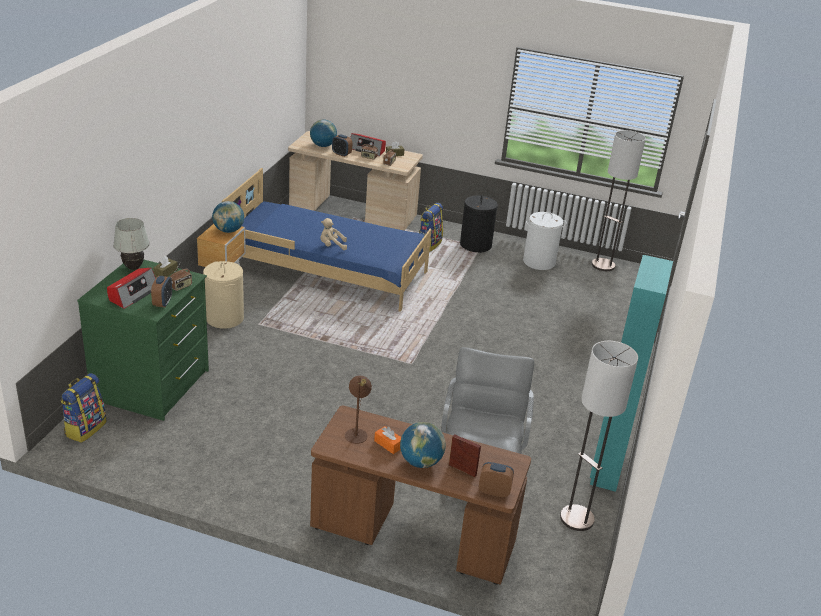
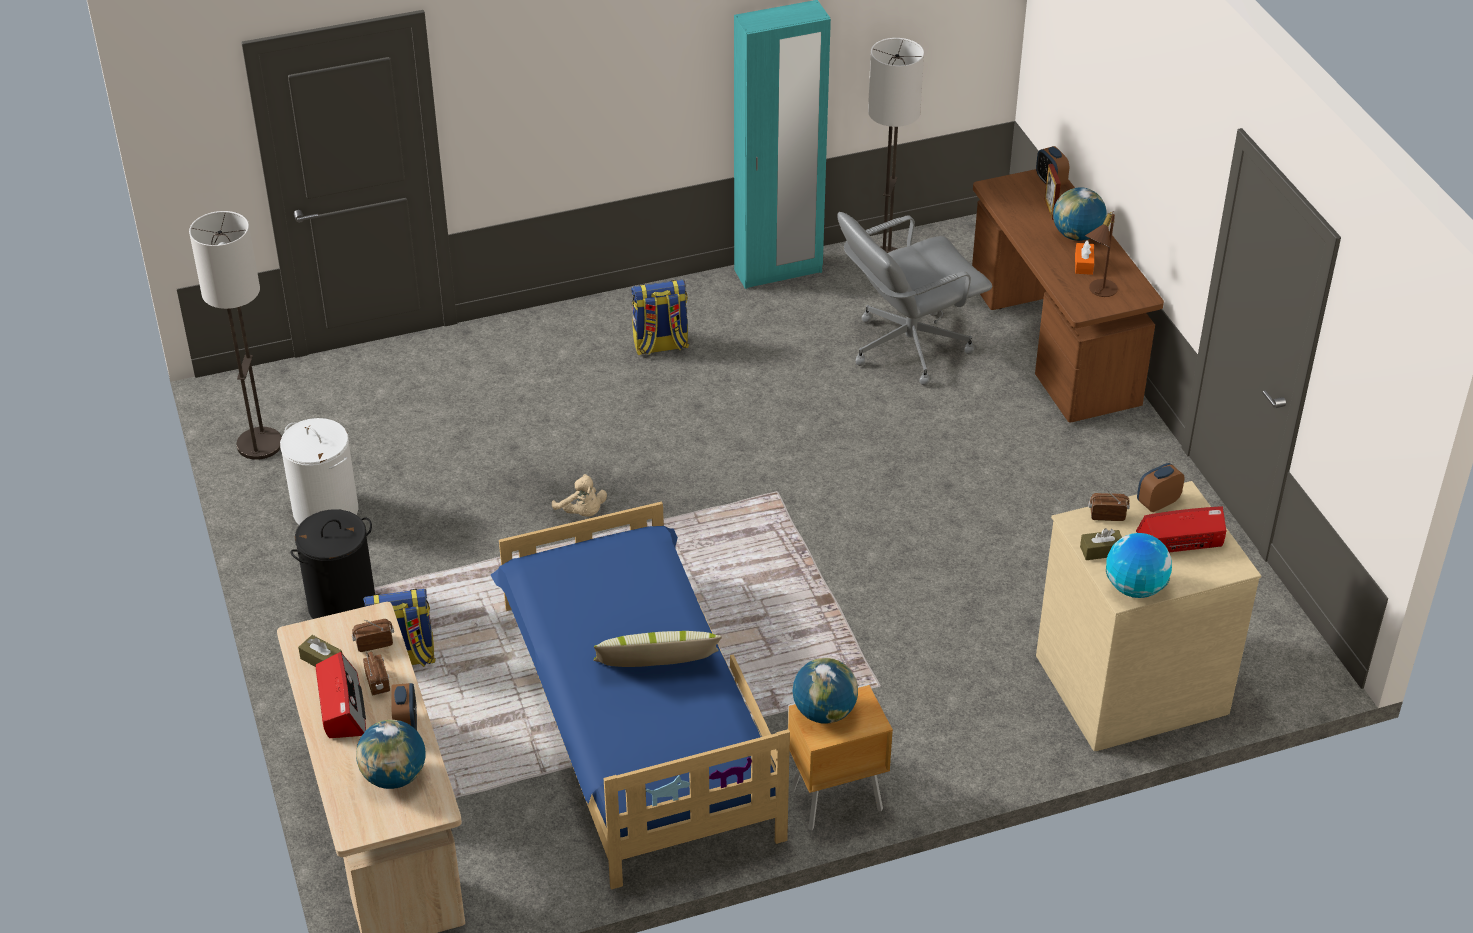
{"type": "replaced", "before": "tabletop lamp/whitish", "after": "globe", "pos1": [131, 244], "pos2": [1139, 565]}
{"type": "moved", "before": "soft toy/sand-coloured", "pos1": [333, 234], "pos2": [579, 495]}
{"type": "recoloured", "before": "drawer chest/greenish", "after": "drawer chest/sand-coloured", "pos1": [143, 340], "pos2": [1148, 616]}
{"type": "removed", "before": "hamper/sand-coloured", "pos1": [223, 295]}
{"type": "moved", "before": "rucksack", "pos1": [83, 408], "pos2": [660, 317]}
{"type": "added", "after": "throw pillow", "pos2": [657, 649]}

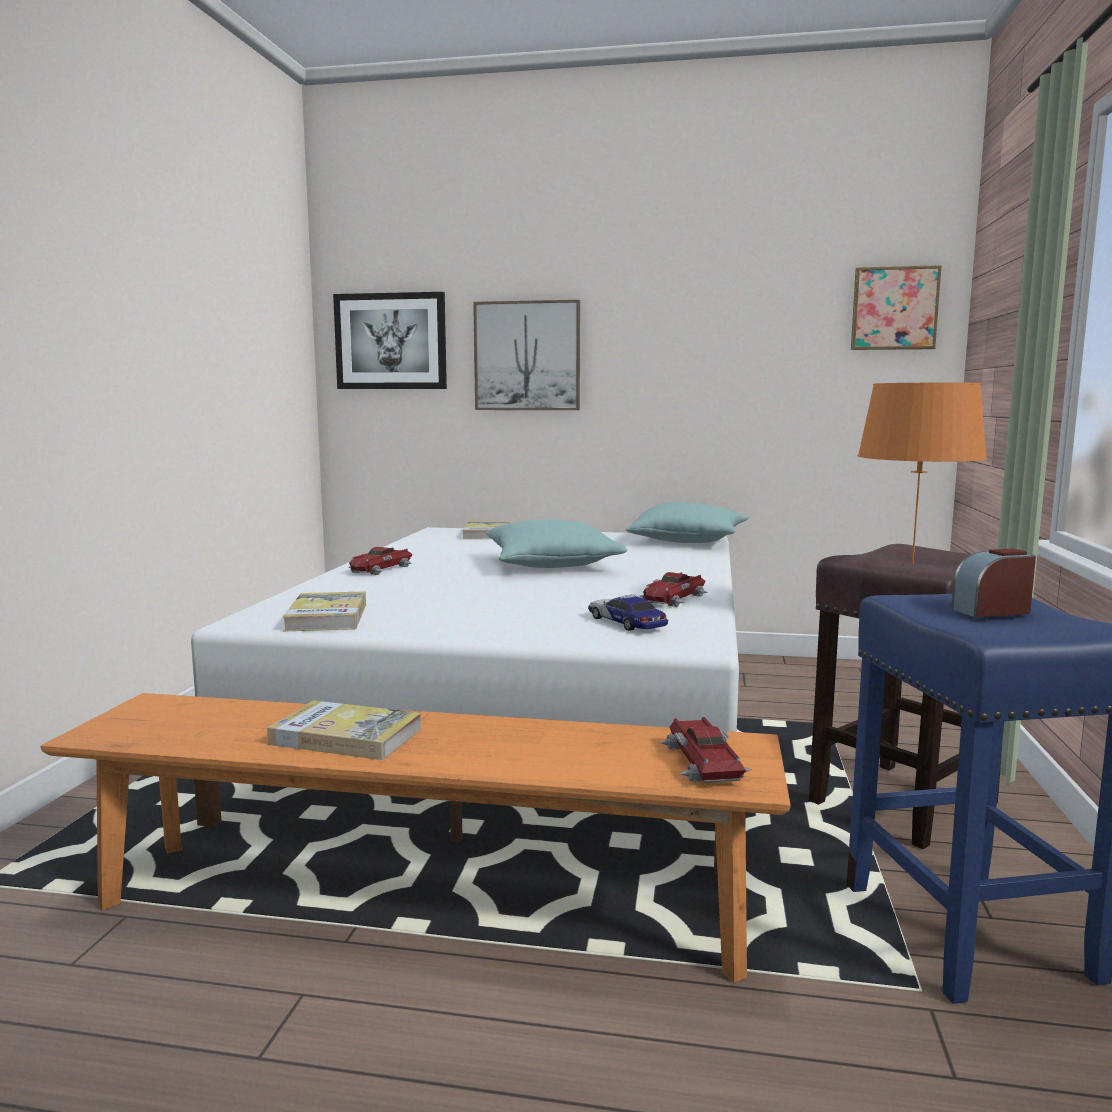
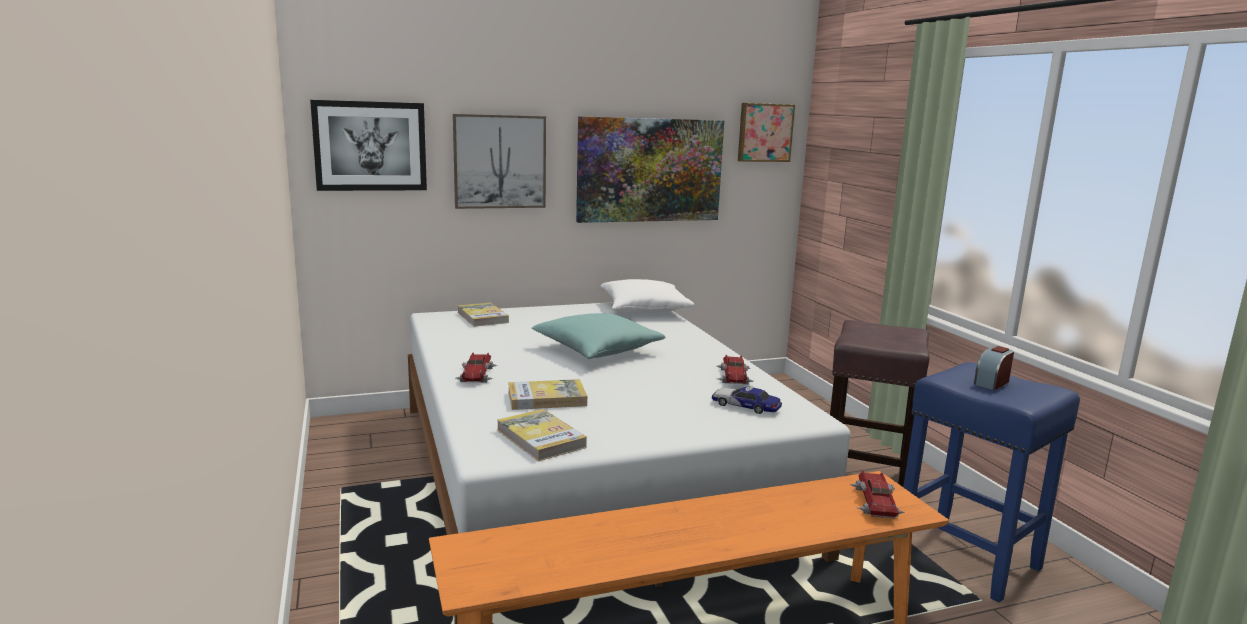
{"type": "removed", "before": "tabletop lamp/orangey", "pos1": [922, 473]}
{"type": "recoloured", "before": "throw pillow/blue-green", "after": "throw pillow/whitish", "pos1": [687, 522], "pos2": [647, 296]}
{"type": "moved", "before": "book", "pos1": [344, 730], "pos2": [547, 394]}
{"type": "turned", "before": "toy car", "pos1": [706, 750], "pos2": [877, 495], "turn": 45}
{"type": "added", "after": "wall art", "pos2": [650, 169]}

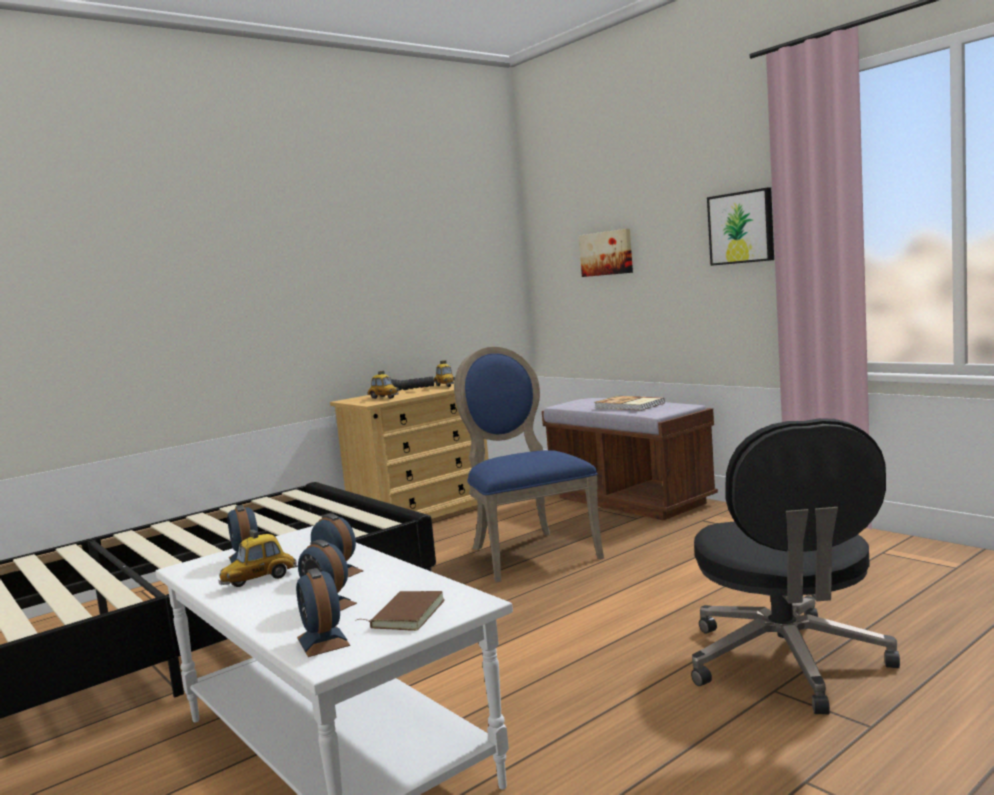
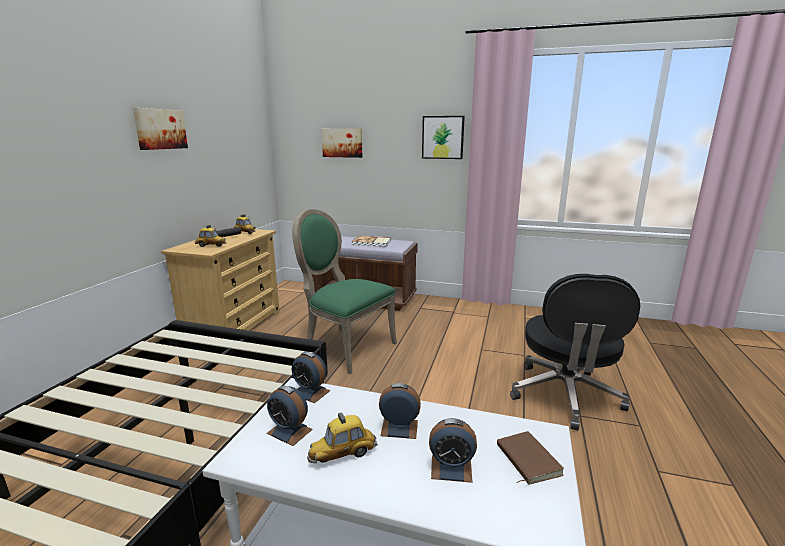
{"type": "recoloured", "before": "plain chair/bluish", "after": "plain chair/greenish", "pos1": [529, 465], "pos2": [344, 291]}
{"type": "turned", "before": "desk chair/black", "pos1": [795, 566], "pos2": [575, 352], "turn": 45}
{"type": "turned", "before": "toy car", "pos1": [258, 558], "pos2": [342, 437], "turn": 45}
{"type": "moved", "before": "table clock", "pos1": [323, 612], "pos2": [311, 377]}
{"type": "added", "after": "wall art", "pos2": [160, 129]}

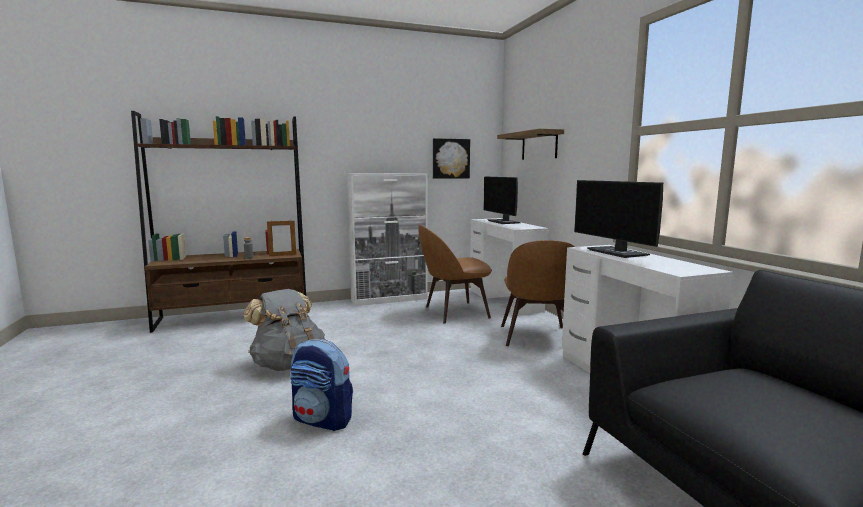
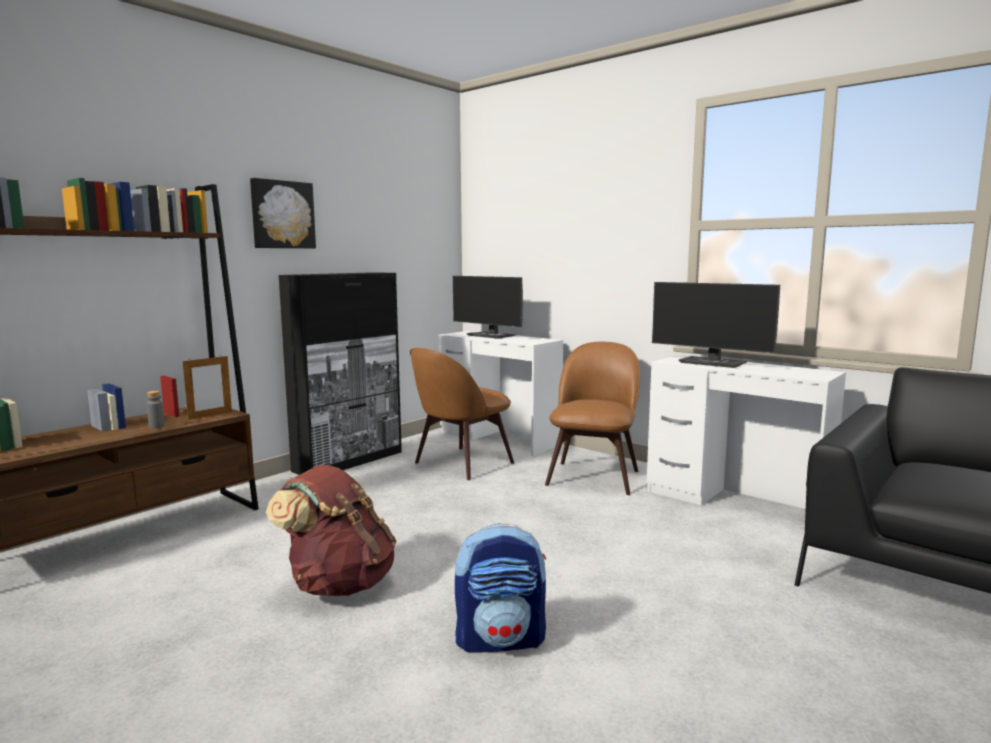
{"type": "removed", "before": "shelf", "pos1": [530, 144]}
{"type": "moved", "before": "wall art", "pos1": [451, 158], "pos2": [283, 213]}
{"type": "recoloured", "before": "cabinet/whitish", "after": "cabinet/black", "pos1": [387, 239], "pos2": [340, 373]}
{"type": "turned", "before": "plain chair/brown-coloured", "pos1": [538, 293], "pos2": [592, 418], "turn": -135}
{"type": "recoloured", "before": "rucksack/gray", "after": "rucksack/brown-coloured", "pos1": [284, 330], "pos2": [331, 530]}

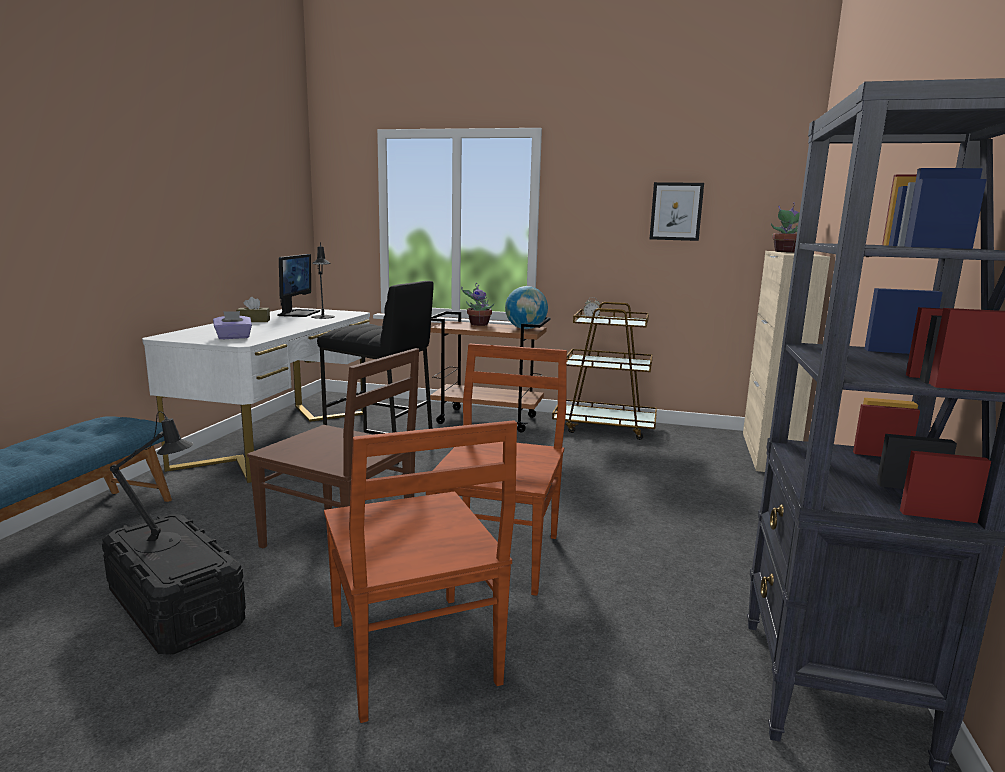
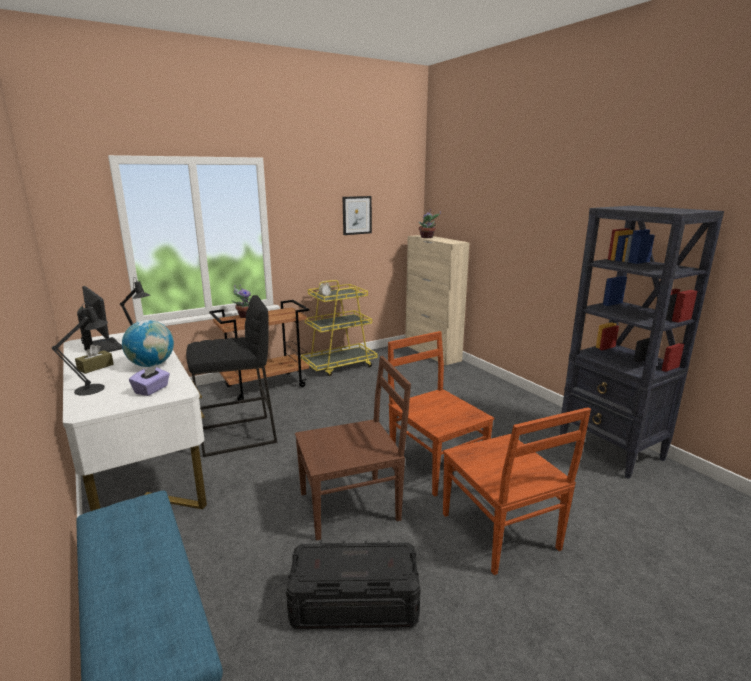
{"type": "moved", "before": "globe", "pos1": [526, 307], "pos2": [148, 343]}
{"type": "recoloured", "before": "trolley/brown-coloured", "after": "trolley/yellowish", "pos1": [604, 371], "pos2": [339, 328]}
{"type": "moved", "before": "tabletop lamp/black", "pos1": [151, 482], "pos2": [80, 350]}
{"type": "turned", "before": "plain chair/brown-coloured", "pos1": [420, 571], "pos2": [517, 491], "turn": 45}

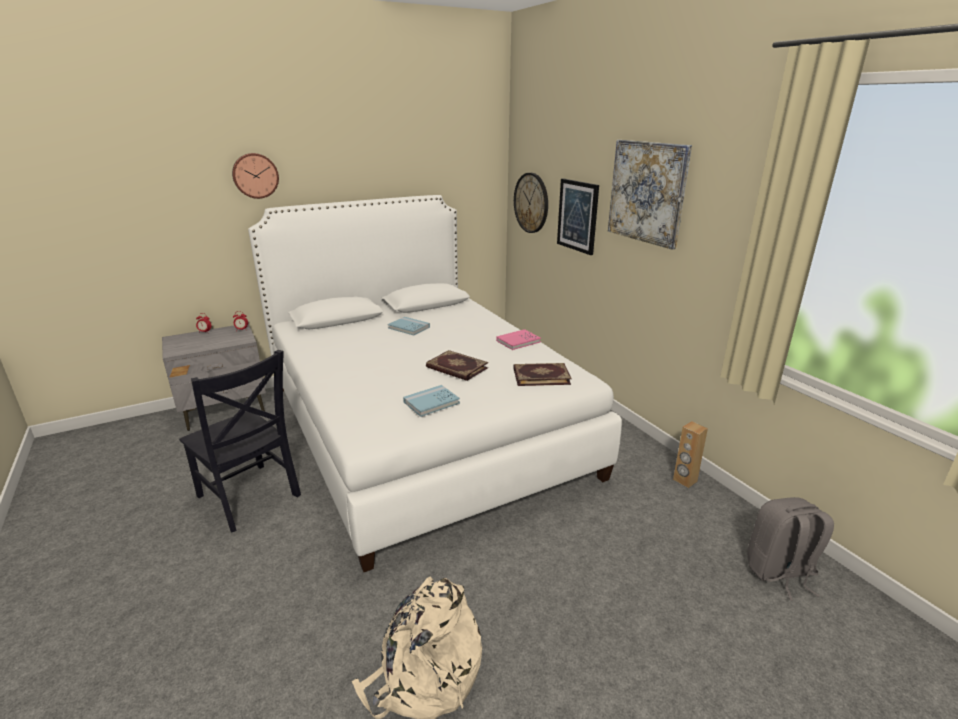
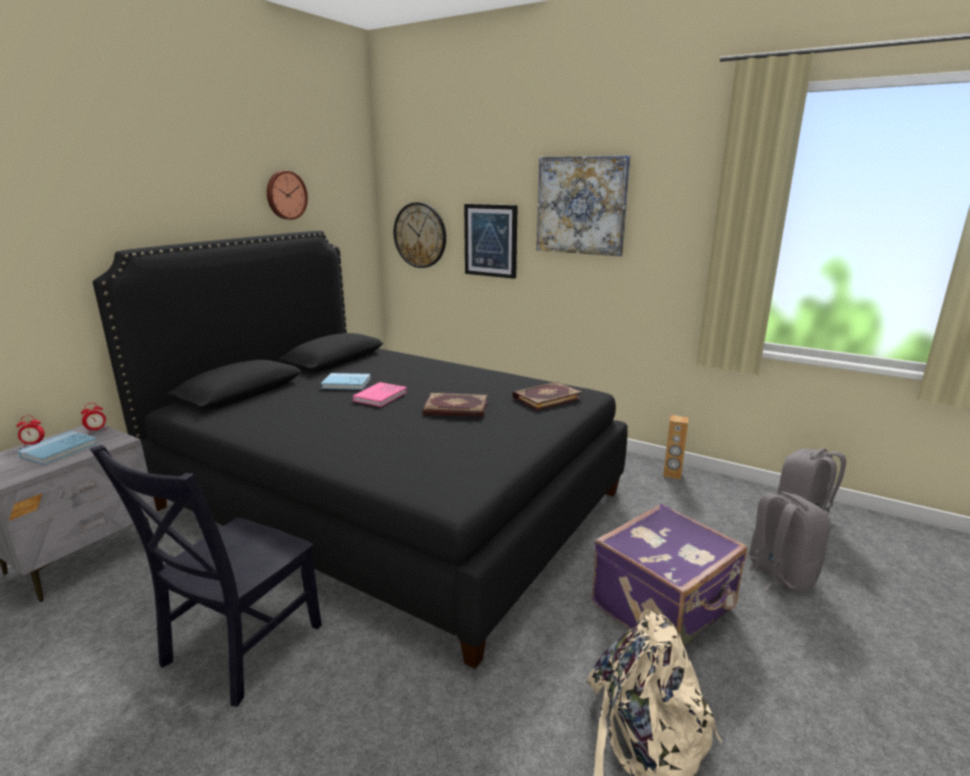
{"type": "moved", "before": "hanging clock", "pos1": [255, 176], "pos2": [287, 195]}
{"type": "recoloured", "before": "sleeping bed/whitish", "after": "sleeping bed/black", "pos1": [435, 383], "pos2": [360, 450]}
{"type": "moved", "before": "book/pink-coloured", "pos1": [518, 339], "pos2": [380, 394]}
{"type": "turned", "before": "plain chair/black", "pos1": [240, 441], "pos2": [206, 576], "turn": 105}
{"type": "moved", "before": "book/bluish", "pos1": [431, 401], "pos2": [58, 448]}
{"type": "added", "after": "rucksack/gray", "pos2": [786, 542]}
{"type": "added", "after": "travel case/purple-coloured", "pos2": [669, 575]}

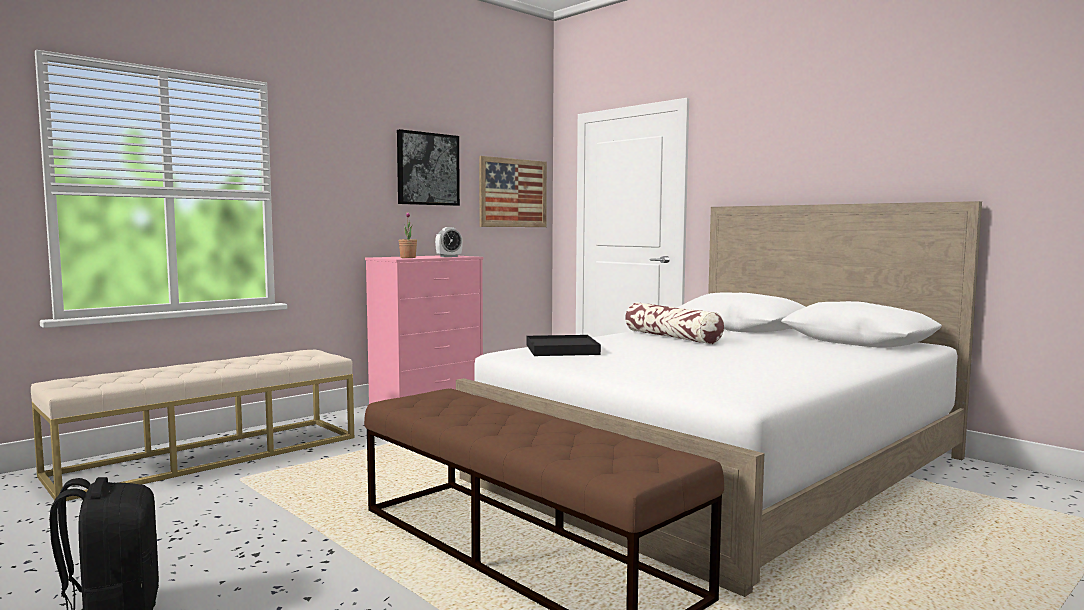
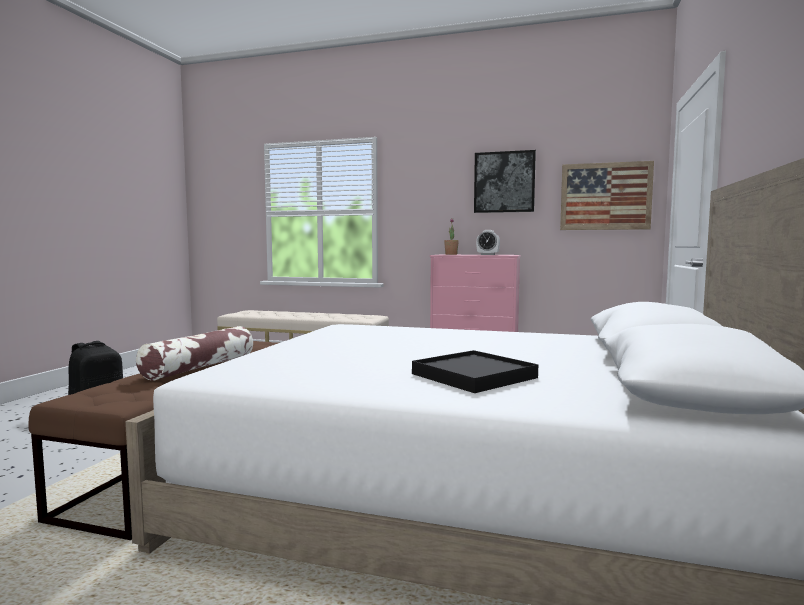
{"type": "moved", "before": "throw pillow", "pos1": [674, 323], "pos2": [194, 353]}
{"type": "moved", "before": "tray/black", "pos1": [564, 345], "pos2": [475, 371]}

